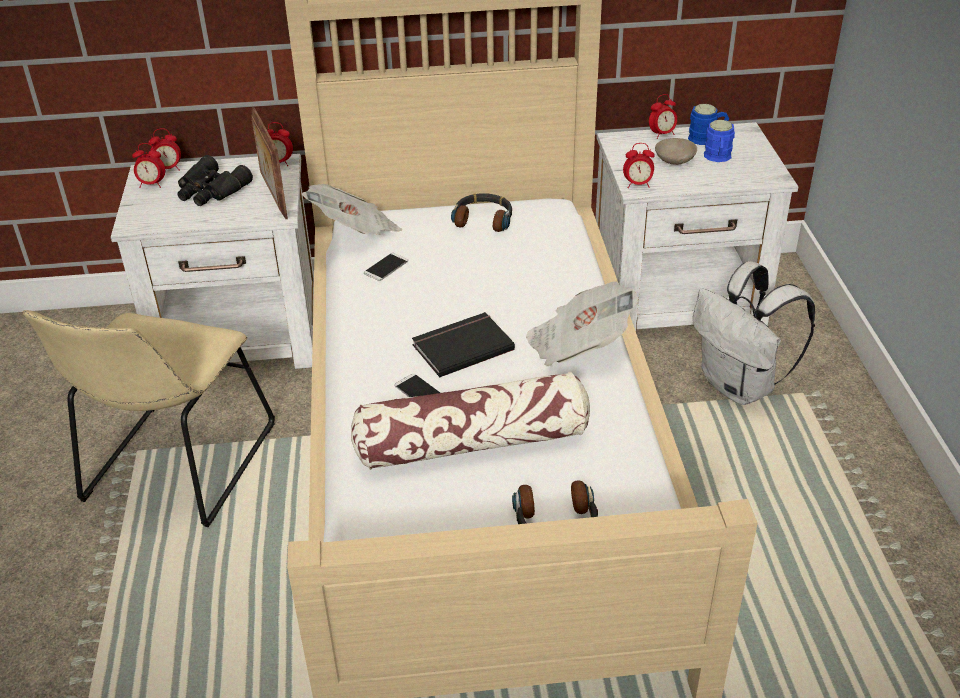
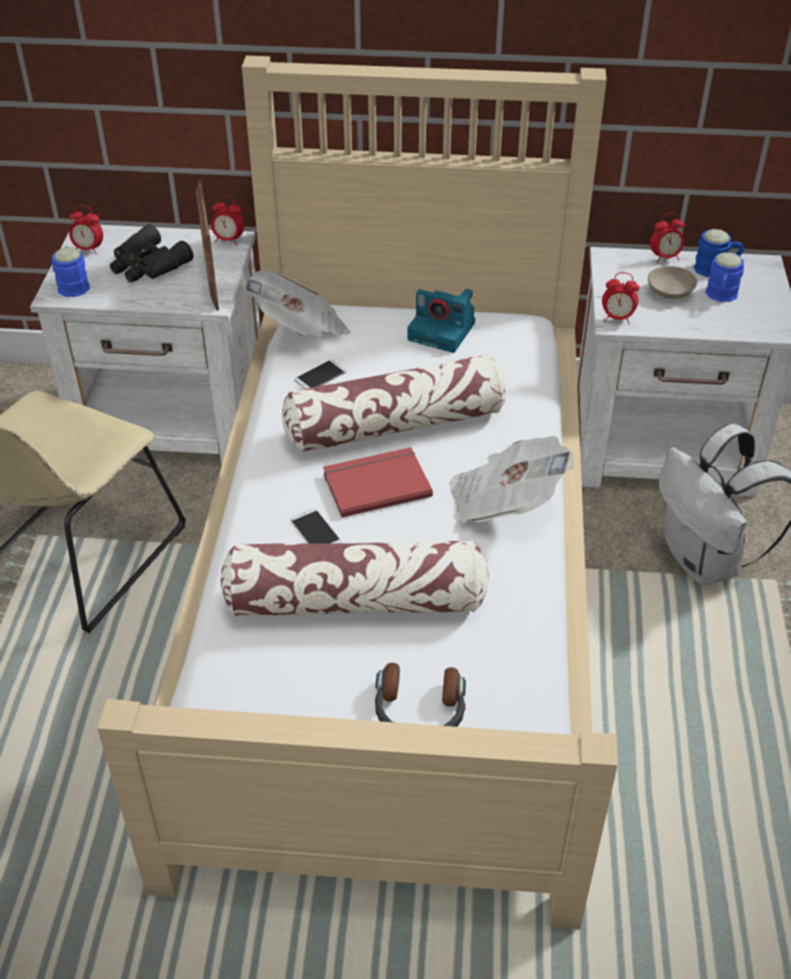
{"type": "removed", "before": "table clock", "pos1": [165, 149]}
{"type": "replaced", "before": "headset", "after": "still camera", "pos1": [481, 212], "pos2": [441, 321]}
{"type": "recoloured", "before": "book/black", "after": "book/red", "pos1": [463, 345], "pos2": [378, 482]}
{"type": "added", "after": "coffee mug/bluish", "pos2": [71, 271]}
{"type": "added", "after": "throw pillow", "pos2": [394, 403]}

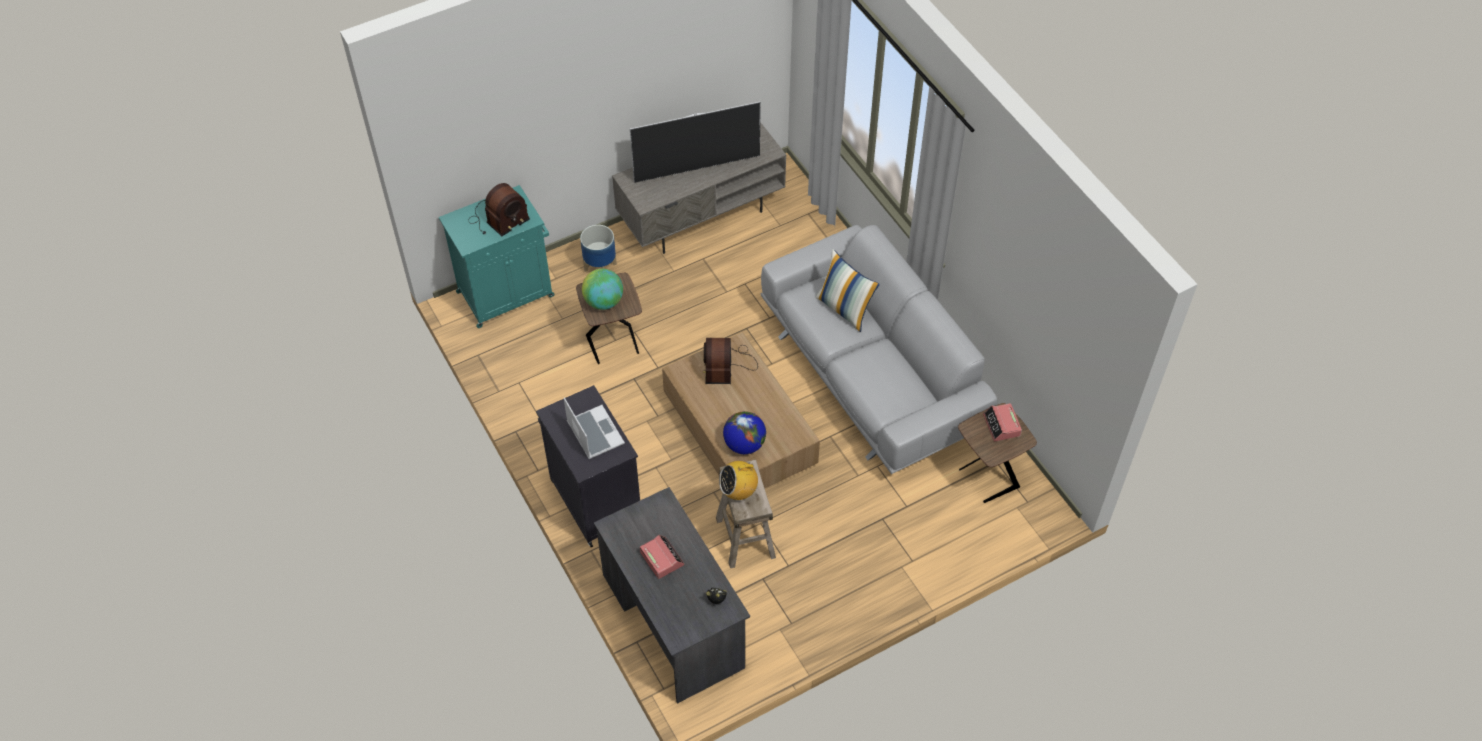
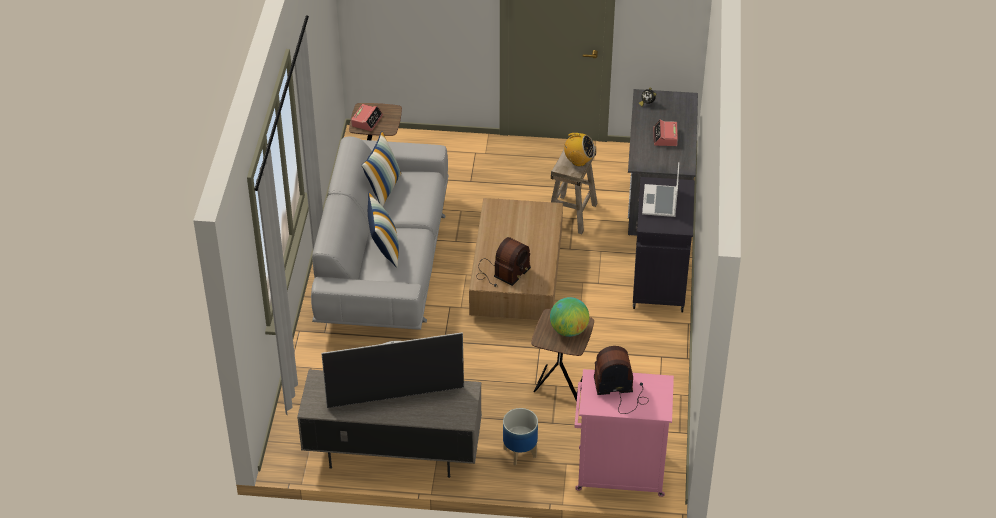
{"type": "turned", "before": "TV set", "pos1": [695, 142], "pos2": [392, 370], "turn": 150}
{"type": "recoloured", "before": "cabinet/blue-green", "after": "cabinet/pink-coloured", "pos1": [497, 256], "pos2": [624, 433]}
{"type": "removed", "before": "globe", "pos1": [744, 432]}
{"type": "added", "after": "throw pillow", "pos2": [381, 169]}

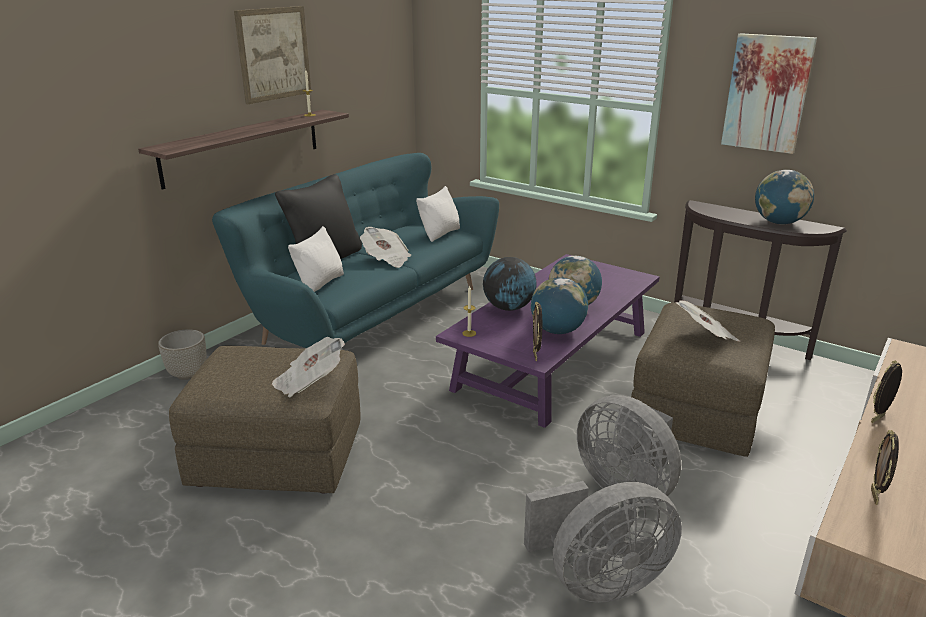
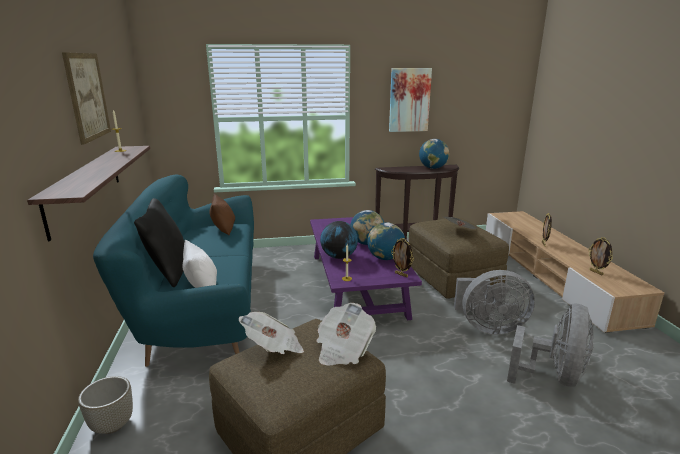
{"type": "recoloured", "before": "throw pillow/whitish", "after": "throw pillow/brown-coloured", "pos1": [438, 214], "pos2": [222, 214]}
{"type": "moved", "before": "daily paper", "pos1": [385, 247], "pos2": [271, 333]}

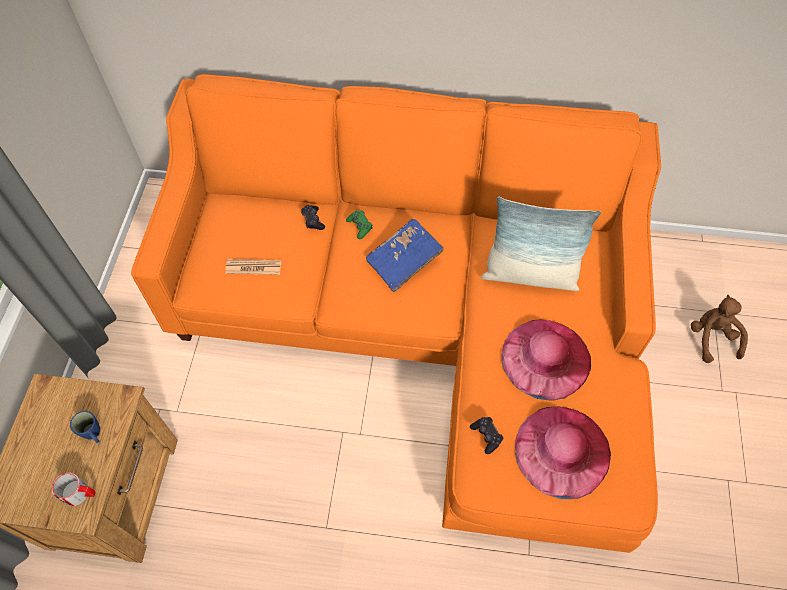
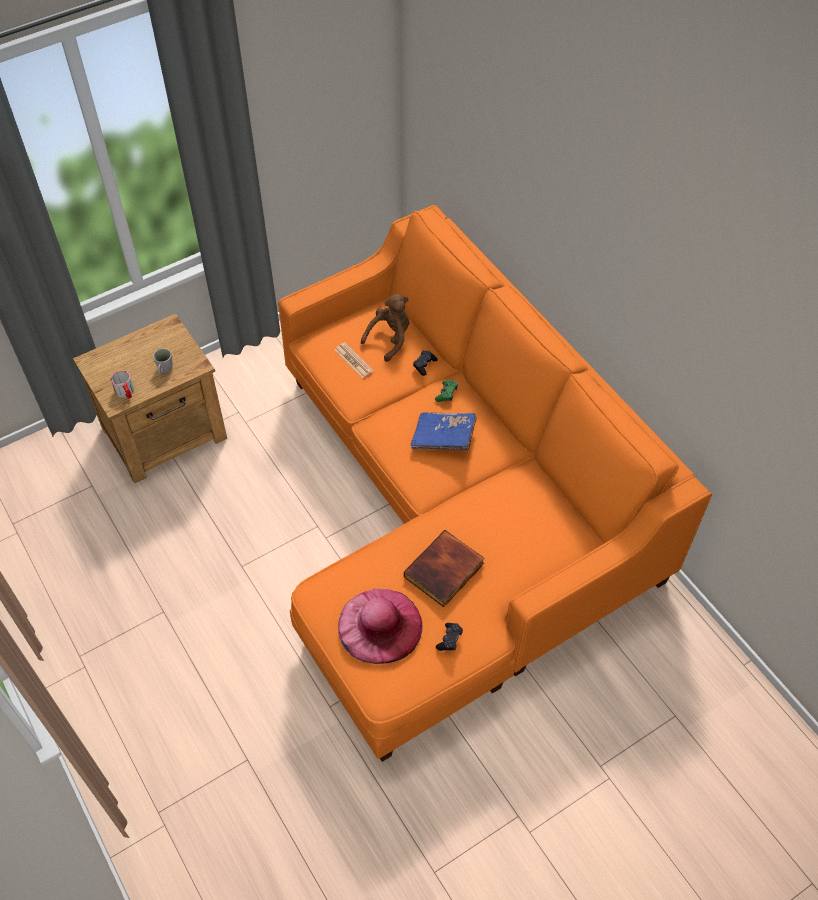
{"type": "removed", "before": "throw pillow", "pos1": [541, 244]}
{"type": "moved", "before": "soft toy/brown-coloured", "pos1": [719, 329], "pos2": [385, 328]}
{"type": "replaced", "before": "clothing hat/pink-coloured", "after": "book", "pos1": [546, 360], "pos2": [444, 568]}
{"type": "recoloured", "before": "coffee mug/bluish", "after": "coffee mug/gray", "pos1": [85, 427], "pos2": [162, 361]}
{"type": "moved", "before": "joypad/black", "pos1": [486, 435], "pos2": [449, 637]}

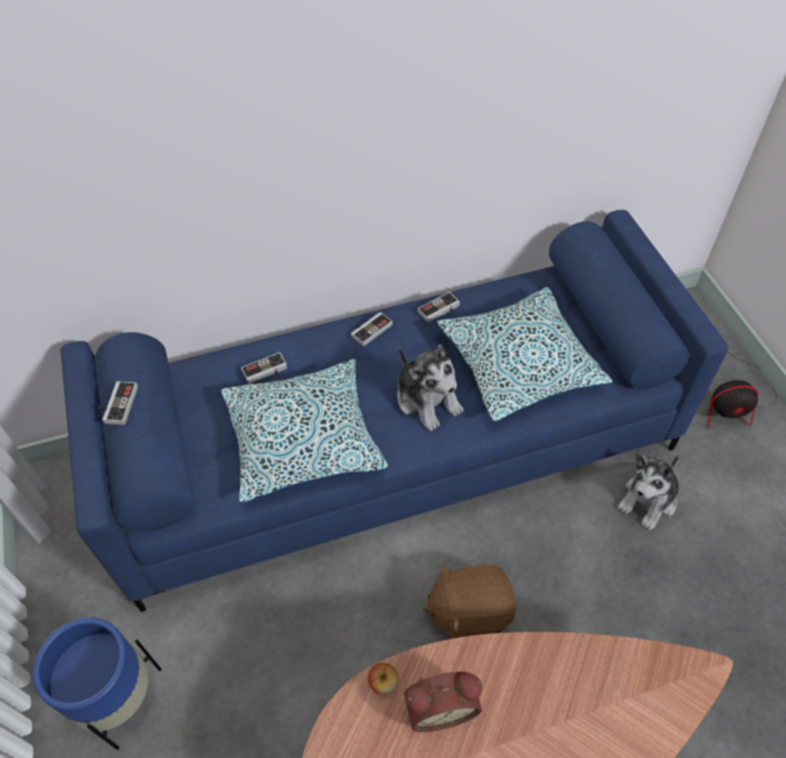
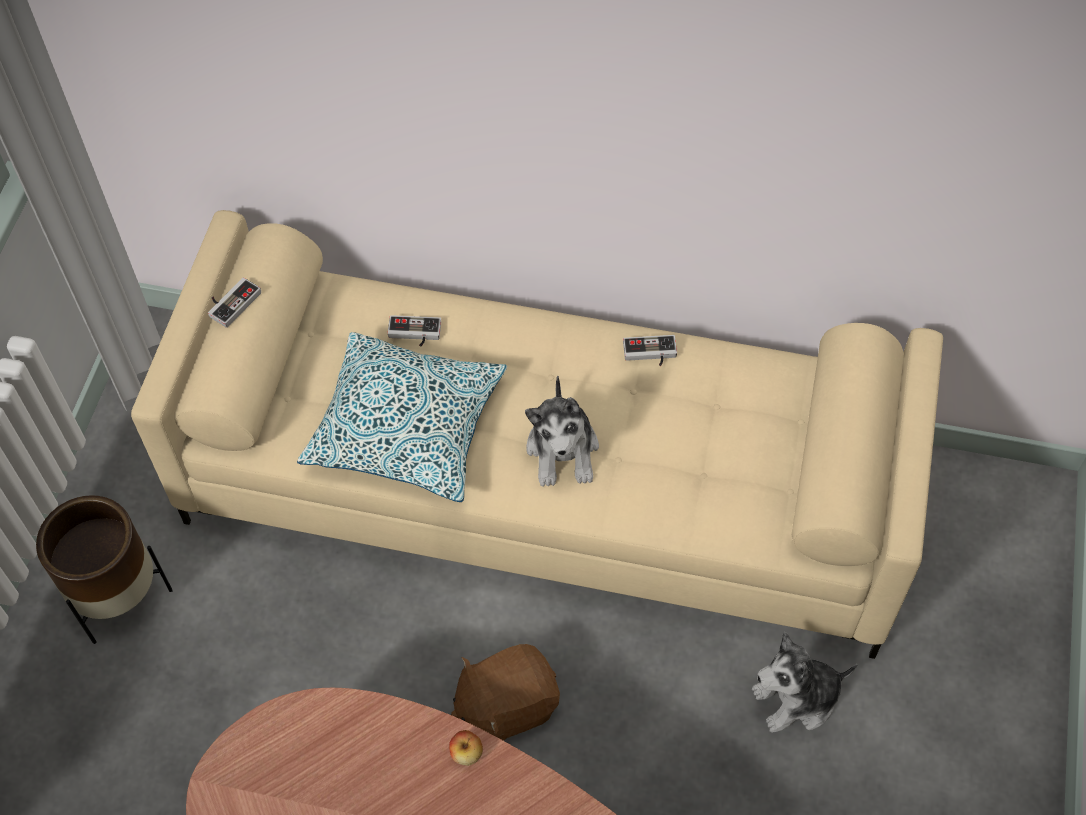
{"type": "recoloured", "before": "couch/bluish", "after": "couch/sand-coloured", "pos1": [394, 411], "pos2": [537, 434]}
{"type": "removed", "before": "throw pillow", "pos1": [525, 354]}
{"type": "removed", "before": "joypad", "pos1": [371, 329]}
{"type": "removed", "before": "electric fan", "pos1": [742, 390]}
{"type": "turned", "before": "soft toy/brown-coloured", "pos1": [469, 601], "pos2": [505, 692], "turn": -45}
{"type": "recoloured", "before": "plant pot/bluish", "after": "plant pot/brown-coloured", "pos1": [97, 683], "pos2": [104, 569]}
{"type": "moved", "before": "apple", "pos1": [383, 679], "pos2": [466, 748]}
{"type": "removed", "before": "table clock", "pos1": [443, 701]}

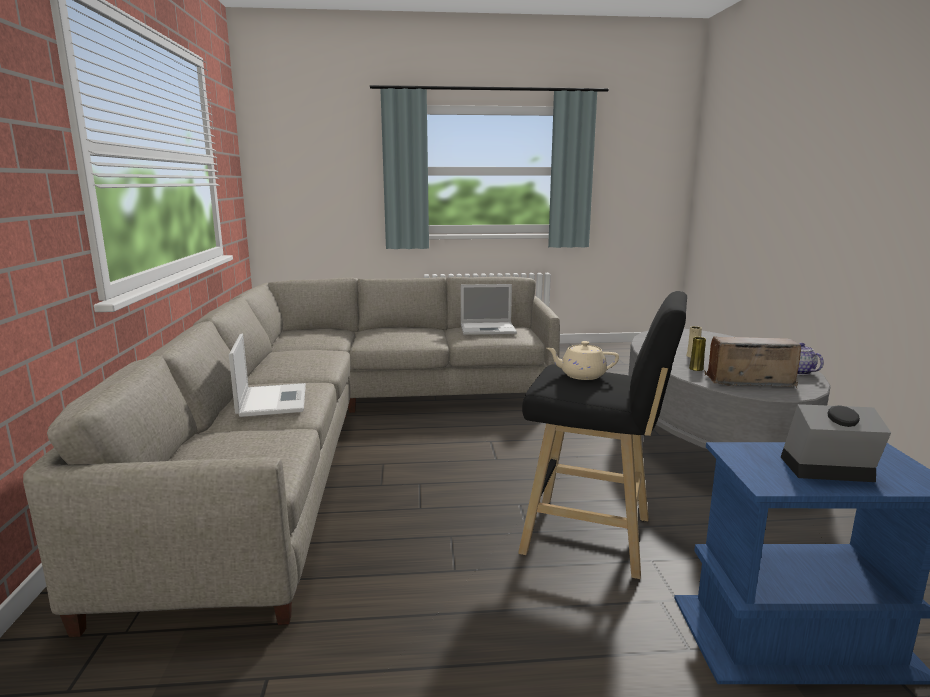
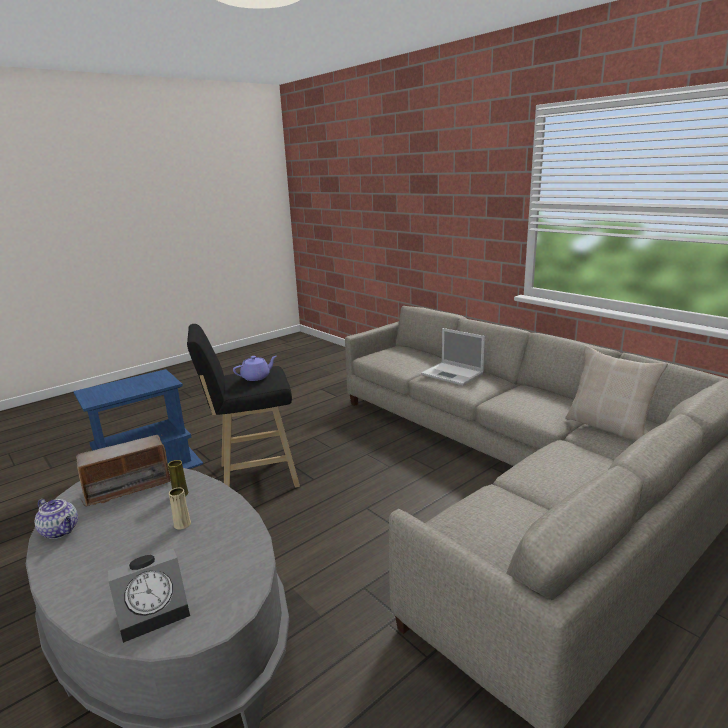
{"type": "removed", "before": "laptop", "pos1": [489, 309]}
{"type": "recoloured", "before": "pot for tea/sand-coloured", "after": "pot for tea/purple-coloured", "pos1": [582, 360], "pos2": [255, 368]}
{"type": "moved", "before": "table clock", "pos1": [836, 443], "pos2": [149, 596]}
{"type": "added", "after": "throw pillow/sand-coloured", "pos2": [616, 393]}

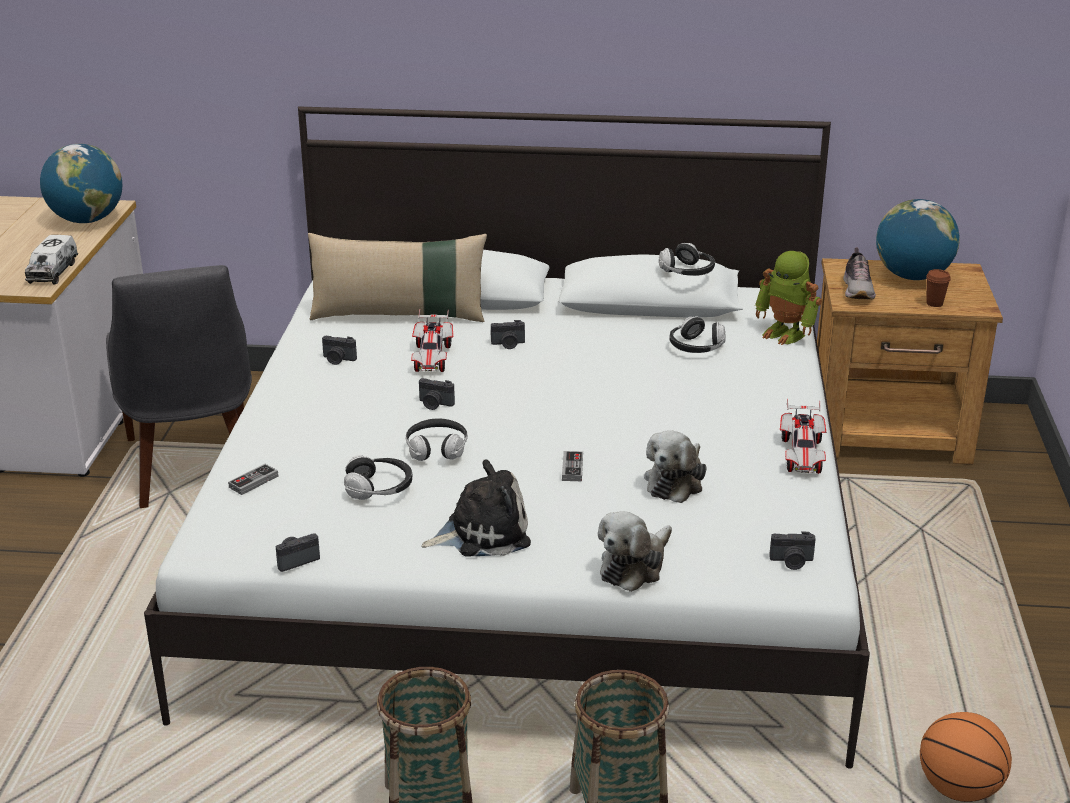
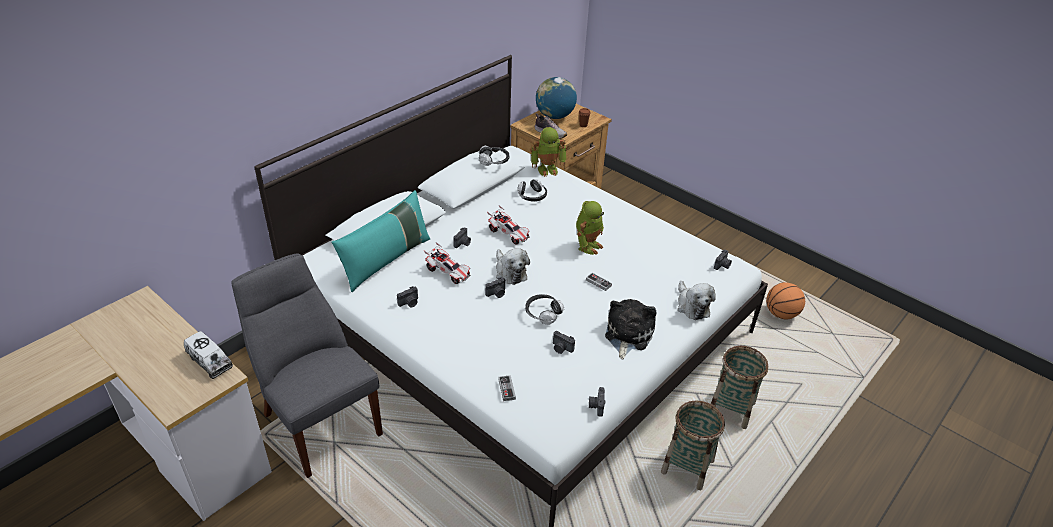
{"type": "removed", "before": "globe", "pos1": [81, 183]}
{"type": "recoloured", "before": "throw pillow/sand-coloured", "after": "throw pillow/blue-green", "pos1": [397, 277], "pos2": [381, 241]}
{"type": "turned", "before": "plain chair/gray", "pos1": [179, 386], "pos2": [307, 365], "turn": -150}
{"type": "moved", "before": "toy car", "pos1": [803, 436], "pos2": [508, 225]}
{"type": "moved", "before": "soft toy", "pos1": [675, 466], "pos2": [513, 266]}
{"type": "replaced", "before": "headset", "after": "still camera", "pos1": [378, 477], "pos2": [564, 342]}
{"type": "added", "after": "robot figure", "pos2": [590, 228]}

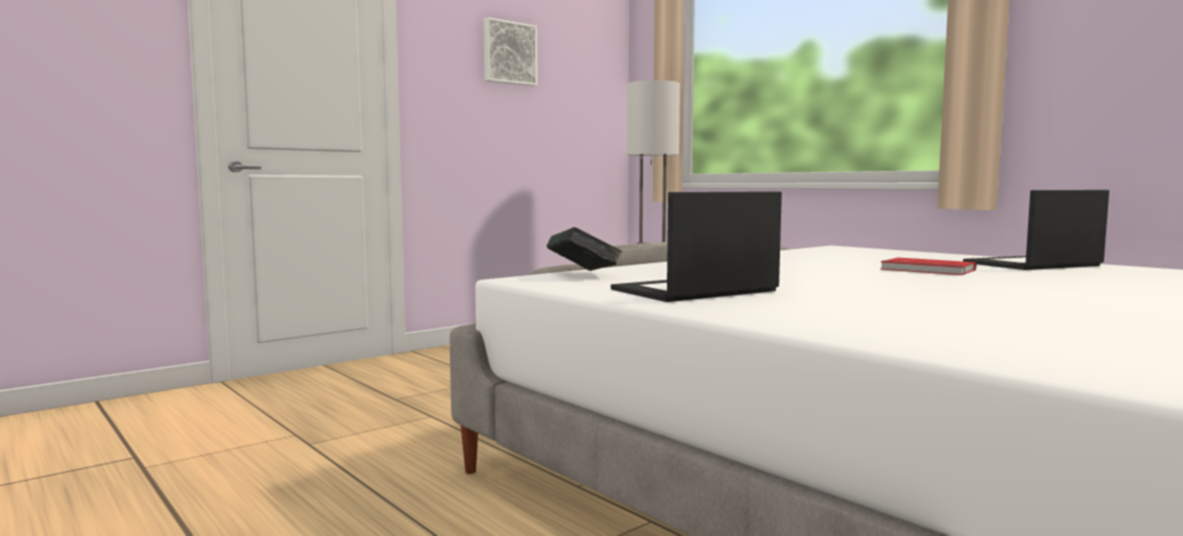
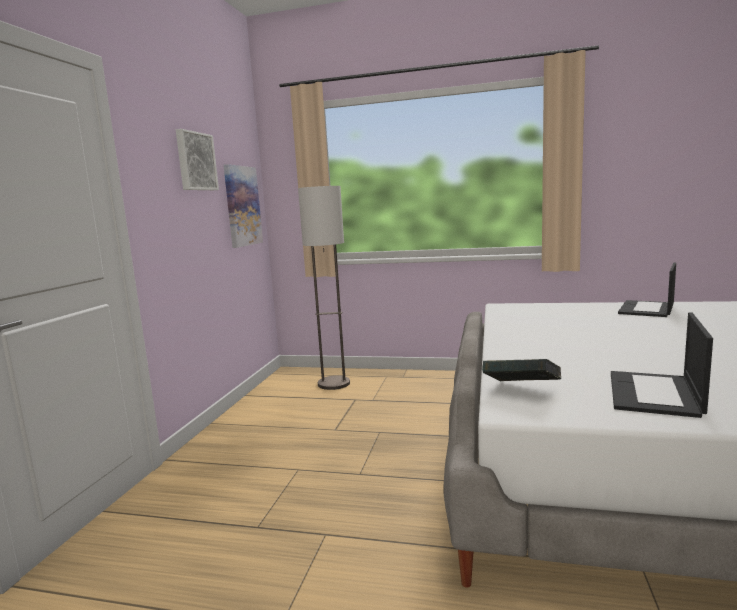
{"type": "removed", "before": "book/red", "pos1": [928, 266]}
{"type": "added", "after": "wall art", "pos2": [243, 206]}

